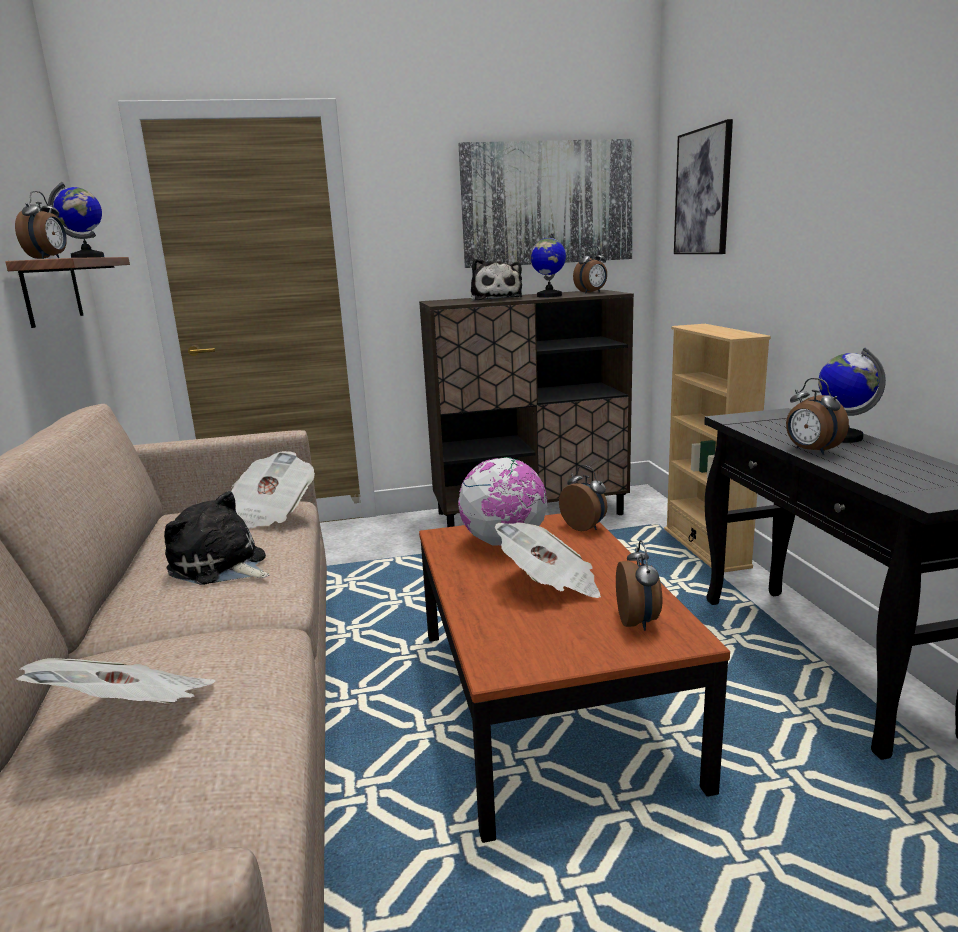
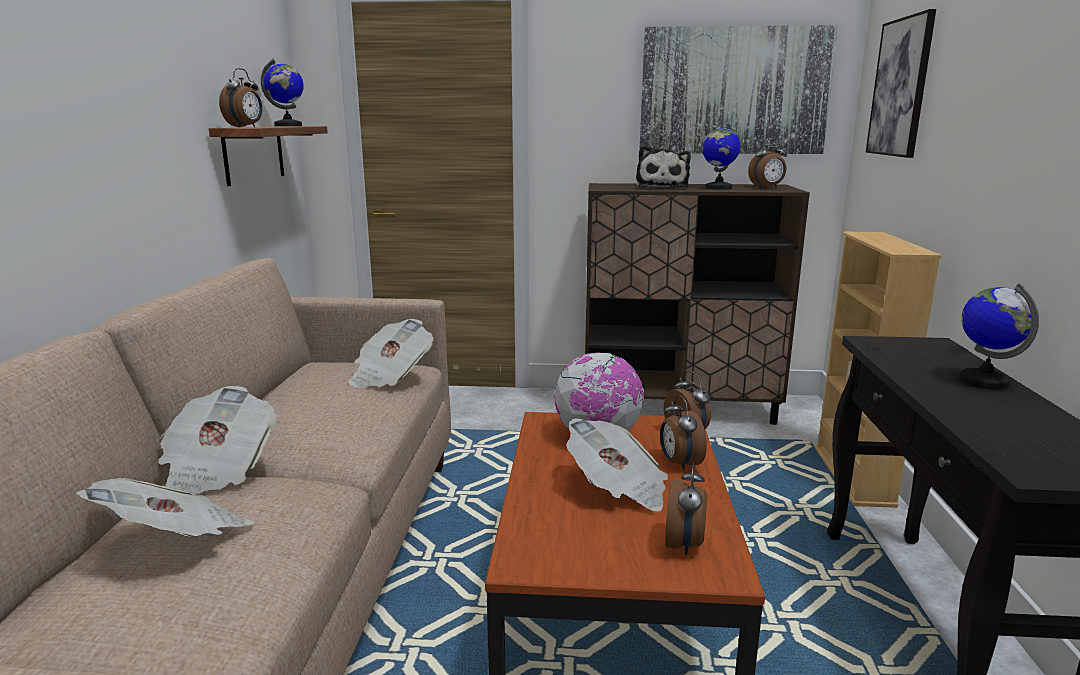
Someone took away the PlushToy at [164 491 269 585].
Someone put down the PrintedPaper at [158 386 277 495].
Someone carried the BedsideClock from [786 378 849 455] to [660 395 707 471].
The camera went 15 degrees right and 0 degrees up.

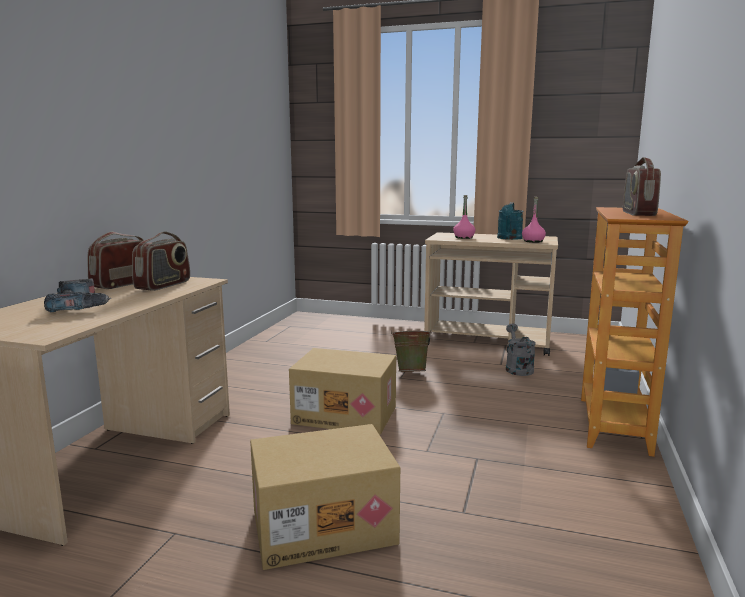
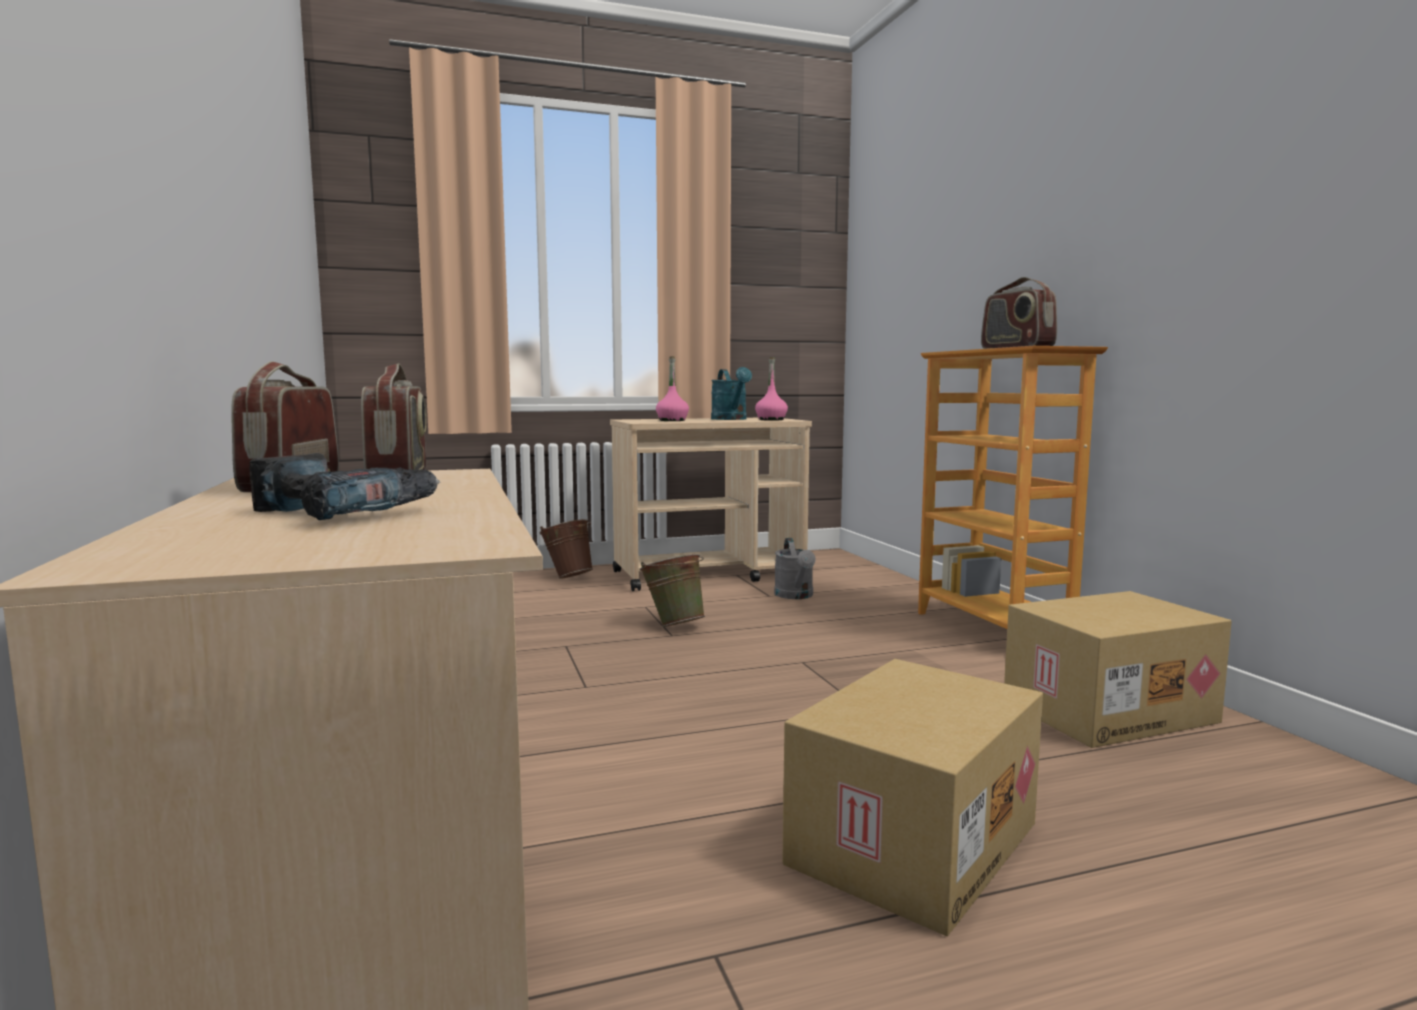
Someone put down the BrownPail at [539 519 593 579].
Someone carried the PackingBox from [289 348 396 435] to [1004 591 1232 748].
Someone rotated the GrayWateringPot at [506 324 536 376] by 150 degrees counterclockwise.
The camera went 35 degrees left and 5 degrees down.

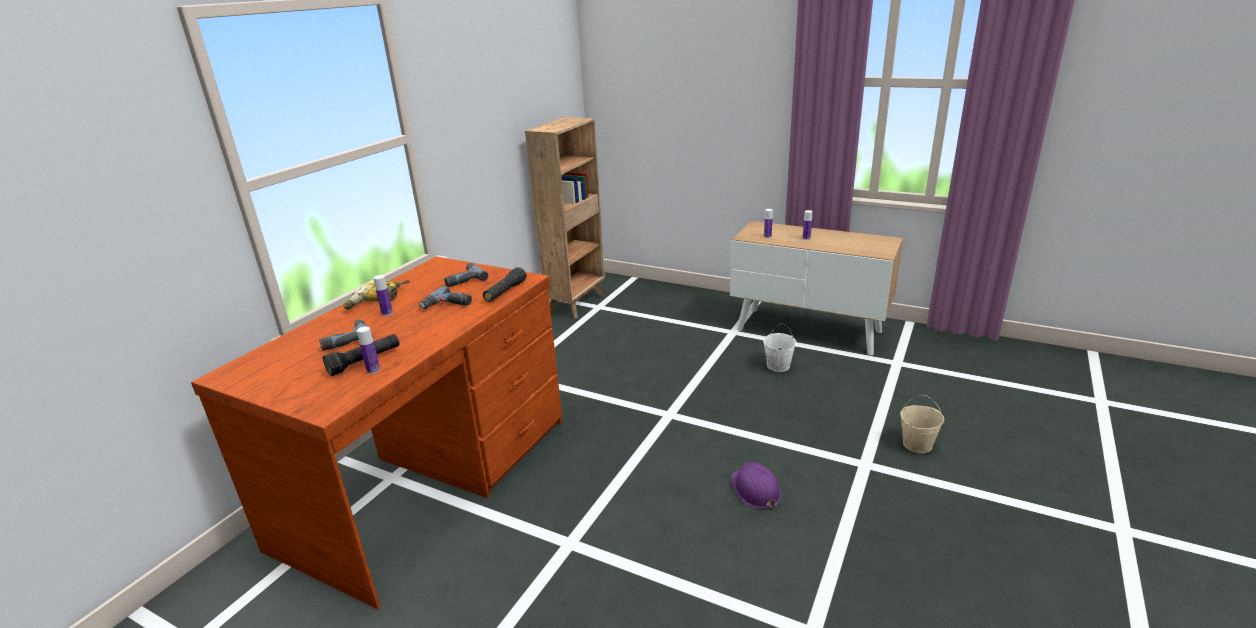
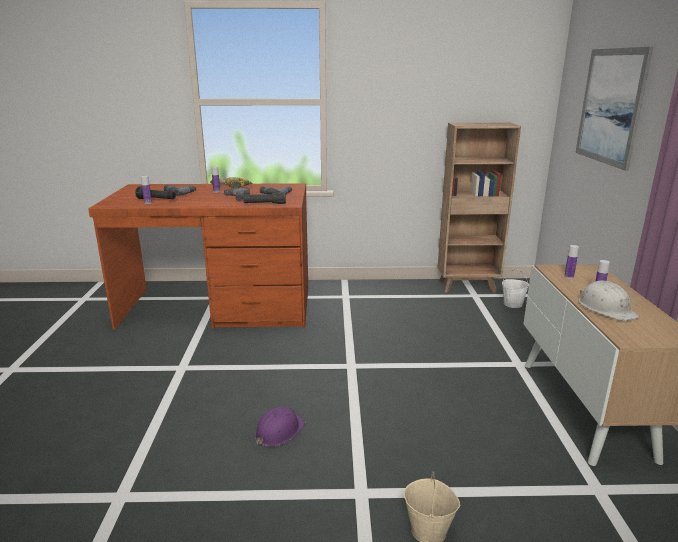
Someone put up the WallPicture at [575 47 653 171].
Someone put down the WhiteSafetyHelmet at [579 281 639 321].
Someone carried the WhitePail from [763 323 796 372] to [502 269 529 308].
The camera went 60 degrees right and 5 degrees down.

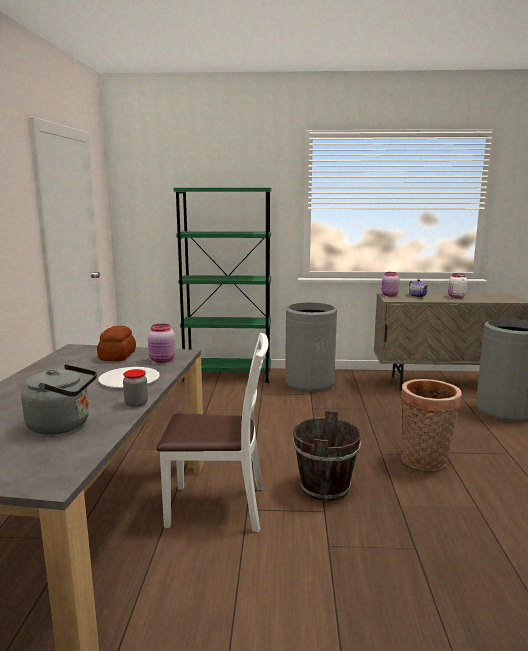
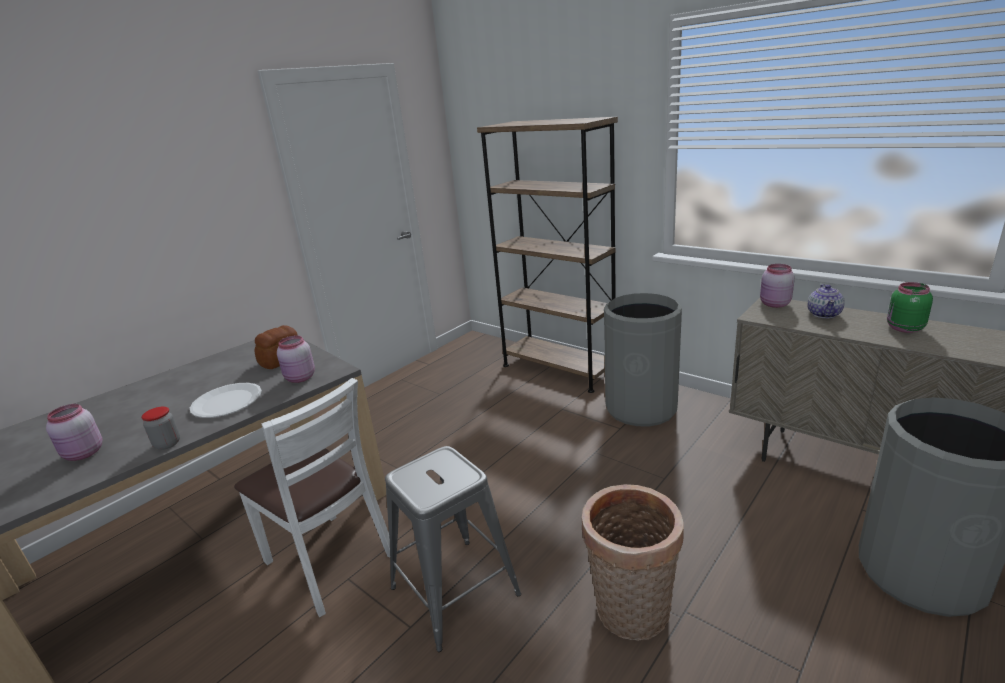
Someone swapped the GrayTeaKettle at [21 364 97 435] for the PinkJar at [46 404 102 461].
Someone swapped the BrownPail at [293 410 362 501] for the GraySittingStool at [385 446 521 652].
Someone repainted the GreenShelvingUnit at [174 188 272 383], which became the BrownShelvingUnit at [477 117 618 393].
Someone repainted the WhiteJar at [448 273 467 298], which became the GreenJar at [887 282 933 333].
The camera went 40 degrees right and 10 degrees up.

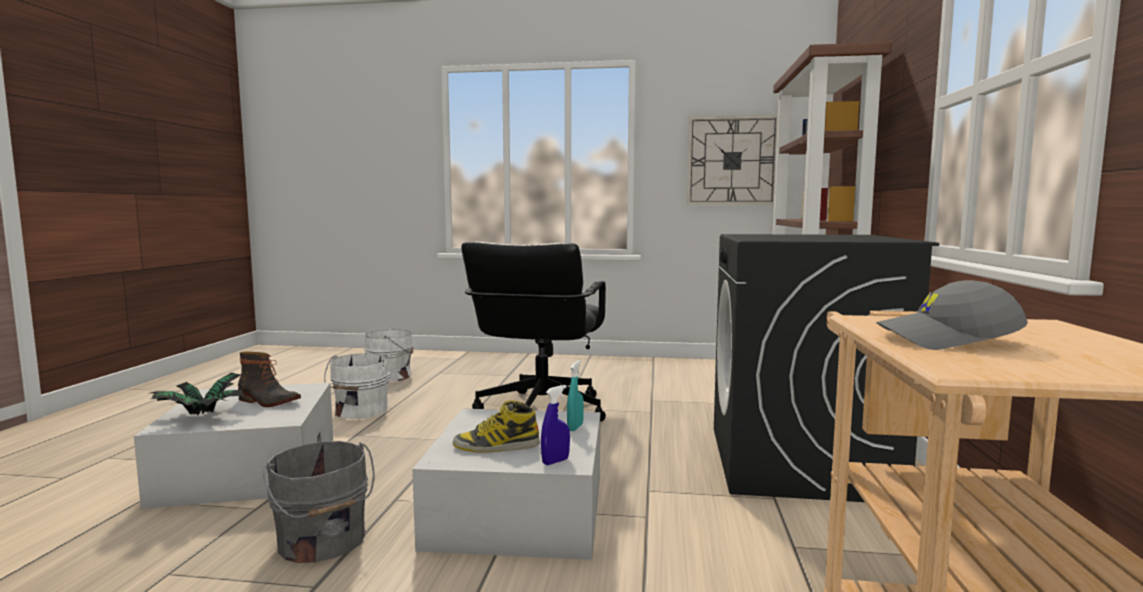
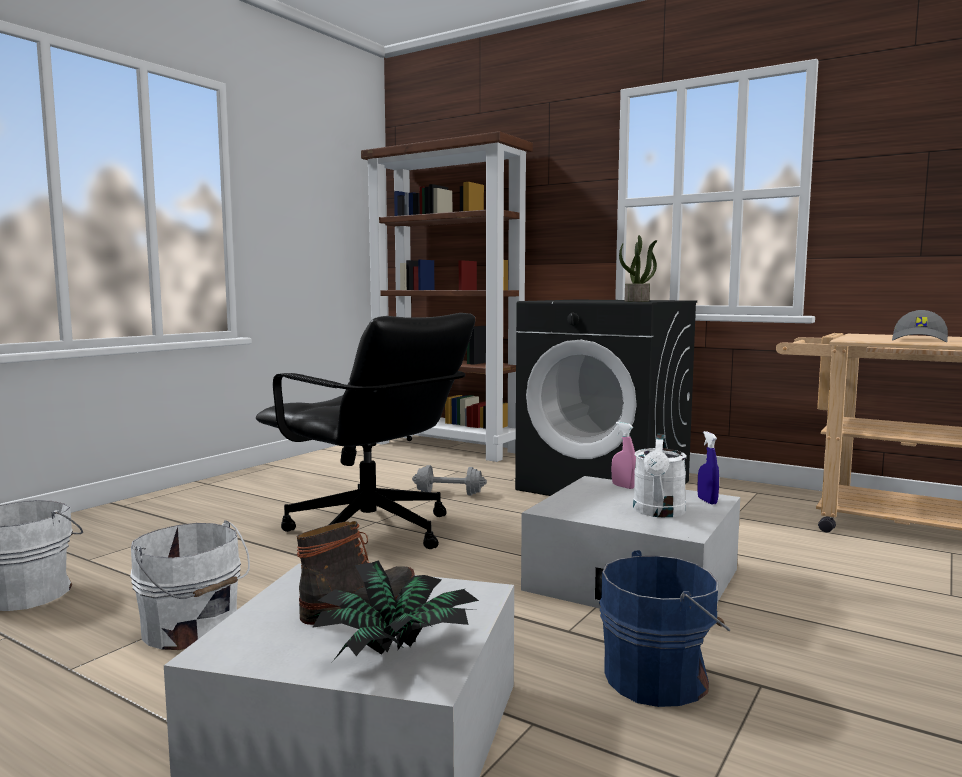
Someone took away the ClockOnTheWall at [687 115 778 205].
Someone put down the GrayHandWeight at [412 465 487 496].
Someone put down the Houseplant at [619 235 657 302].
Someone swapped the TallBoot at [453 400 540 453] for the WhiteWateringPot at [633 434 687 517].
Someone repainted the GrayPail at [263 441 375 563], which became the BluePail at [599 550 730 707].
Someone repainted the TurquoiseSprayer at [567 360 584 431], which became the PinkSprayer at [611 422 636 489].
The camera went 65 degrees left and 0 degrees up.

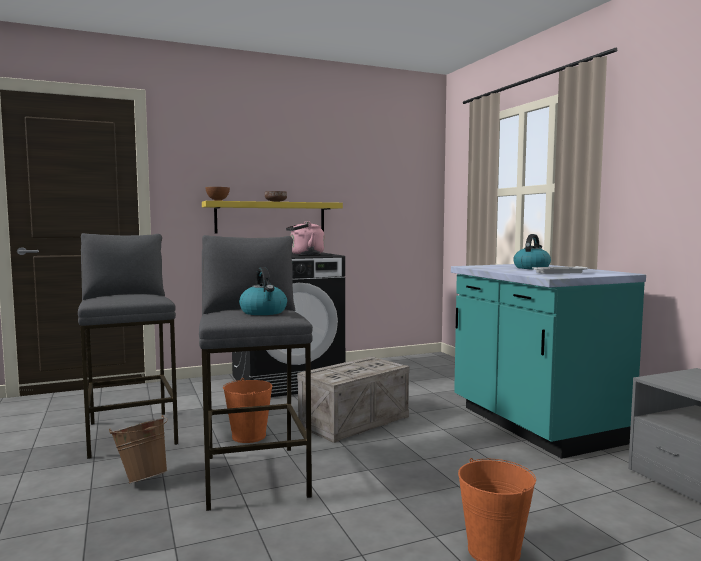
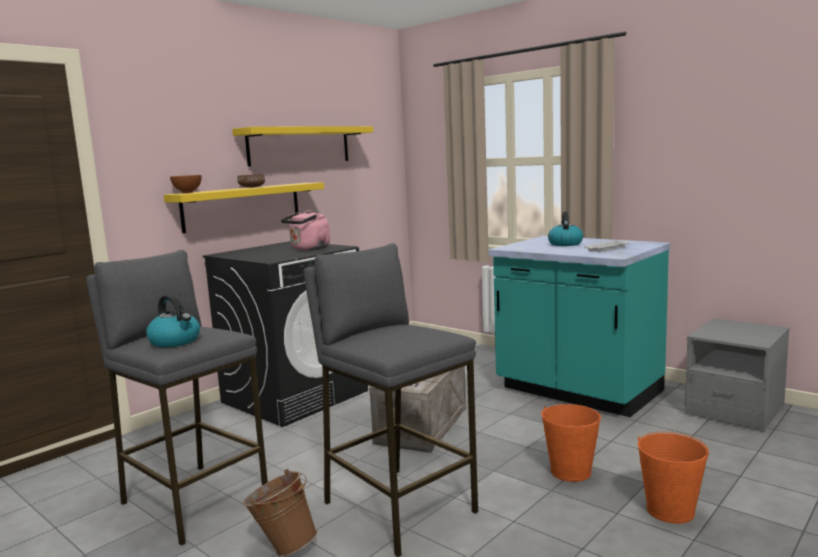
Someone put up the YellowColouredBracketShelf at [232 126 373 167].
Someone carried the OrangePail from [223 378 272 443] to [541 404 601 482].
Someone carried the TeaKettle from [239 267 287 315] to [146 294 200 347].
The camera went 25 degrees left and 5 degrees up.

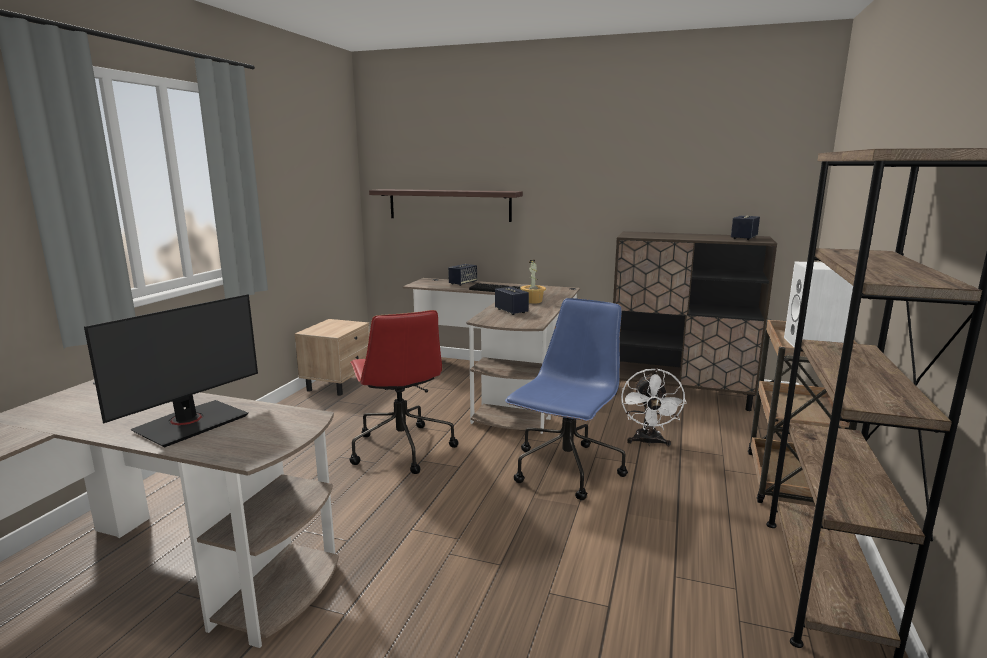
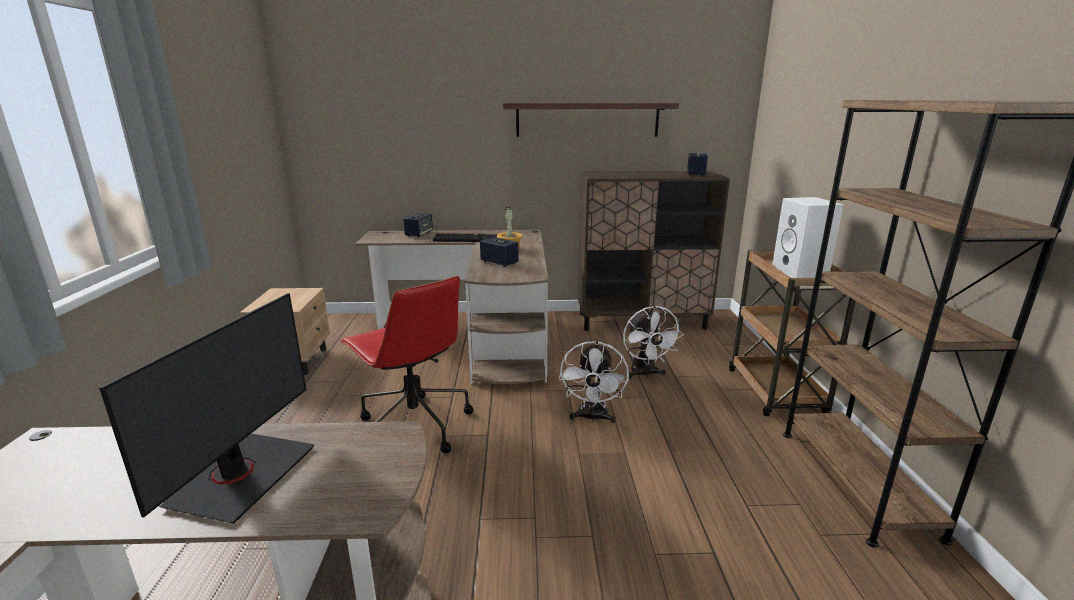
Someone carried the BracketShelf from [369 189 523 222] to [503 103 679 137].
Someone swapped the BlueOfficeChair at [505 298 628 500] for the WhiteFan at [559 341 629 423].
The camera went 20 degrees left and 5 degrees up.

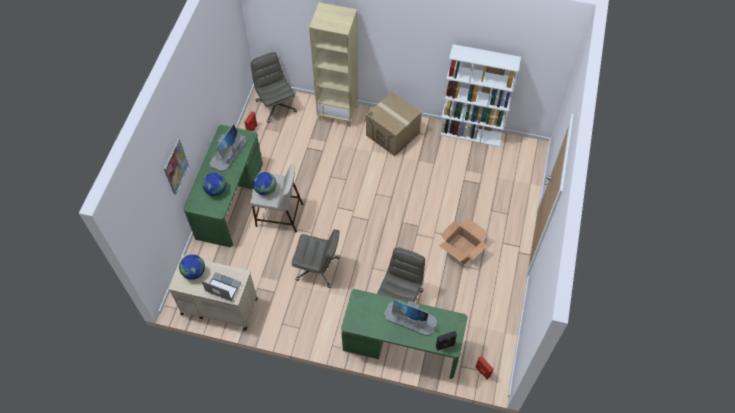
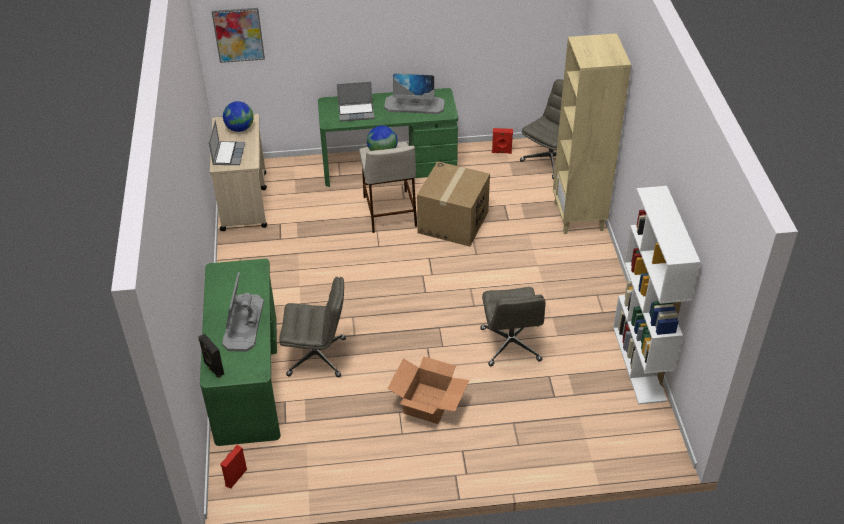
Someone carried the WallPicture from [164 138 189 195] to [212 8 265 63].
Someone carried the GrayOfficeChair from [292 229 340 288] to [480 287 546 366].
Someone carried the PackingBox from [366 92 422 156] to [417 161 490 247].
Someone swapped the Globe at [202 172 226 196] for the Laptop at [337 81 374 122].
The camera went 70 degrees right and 15 degrees down.

